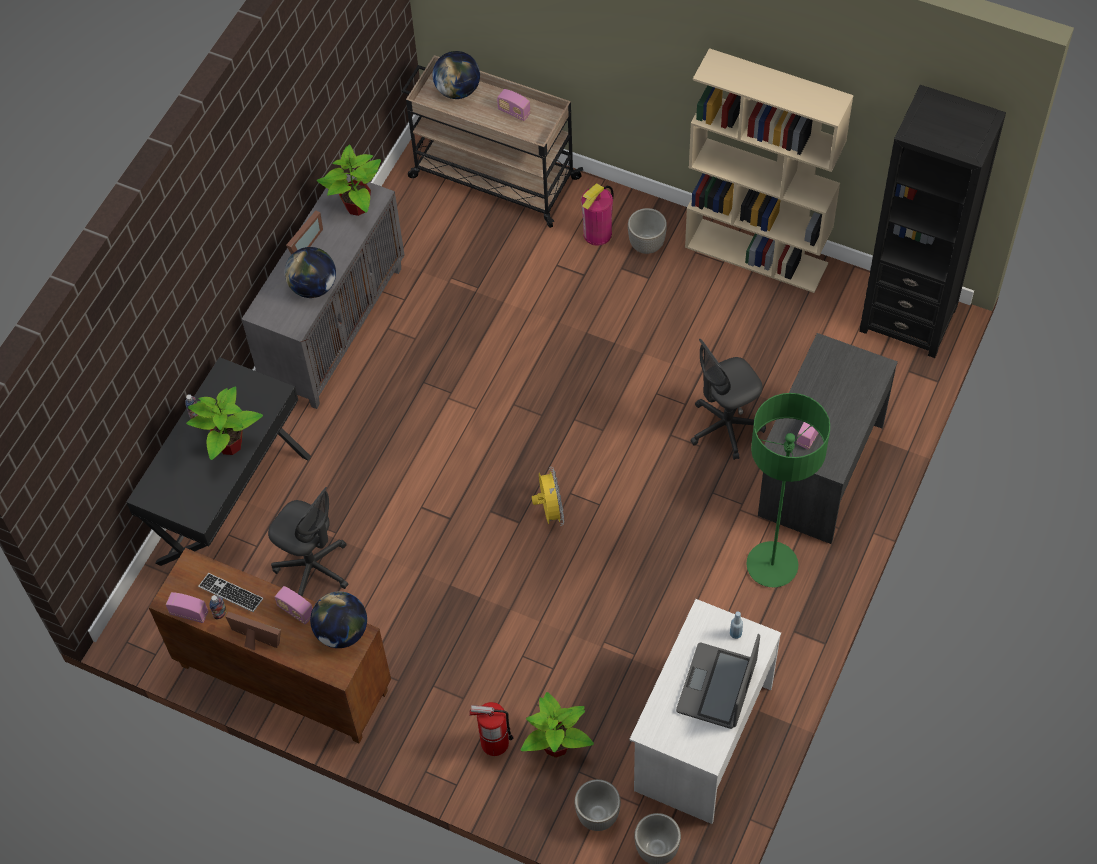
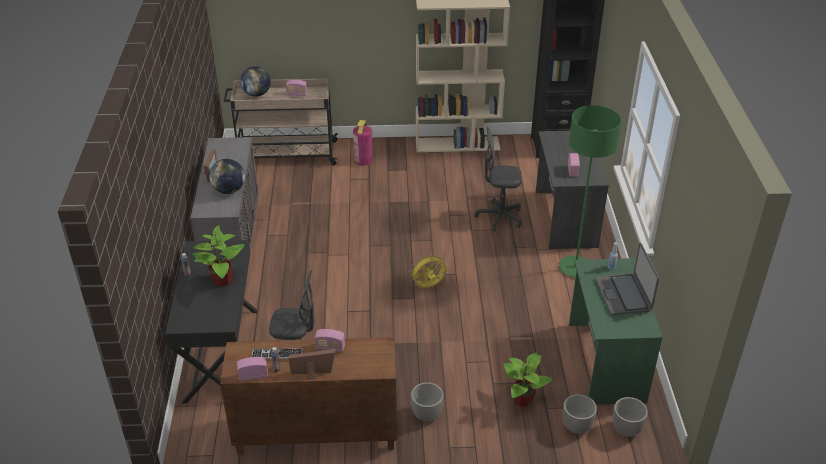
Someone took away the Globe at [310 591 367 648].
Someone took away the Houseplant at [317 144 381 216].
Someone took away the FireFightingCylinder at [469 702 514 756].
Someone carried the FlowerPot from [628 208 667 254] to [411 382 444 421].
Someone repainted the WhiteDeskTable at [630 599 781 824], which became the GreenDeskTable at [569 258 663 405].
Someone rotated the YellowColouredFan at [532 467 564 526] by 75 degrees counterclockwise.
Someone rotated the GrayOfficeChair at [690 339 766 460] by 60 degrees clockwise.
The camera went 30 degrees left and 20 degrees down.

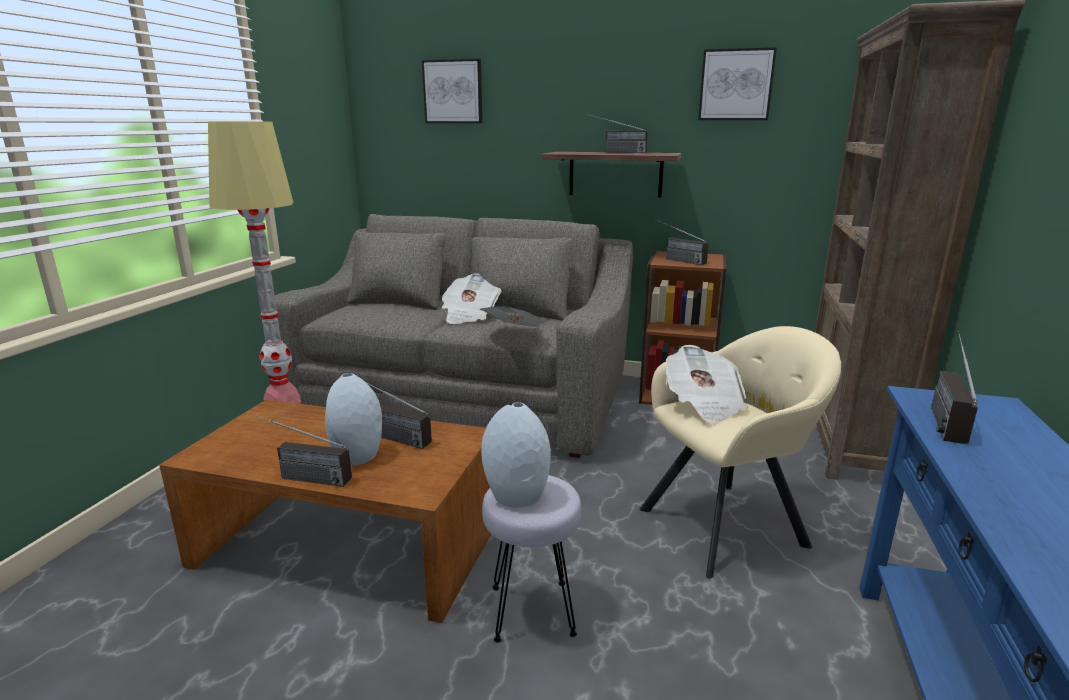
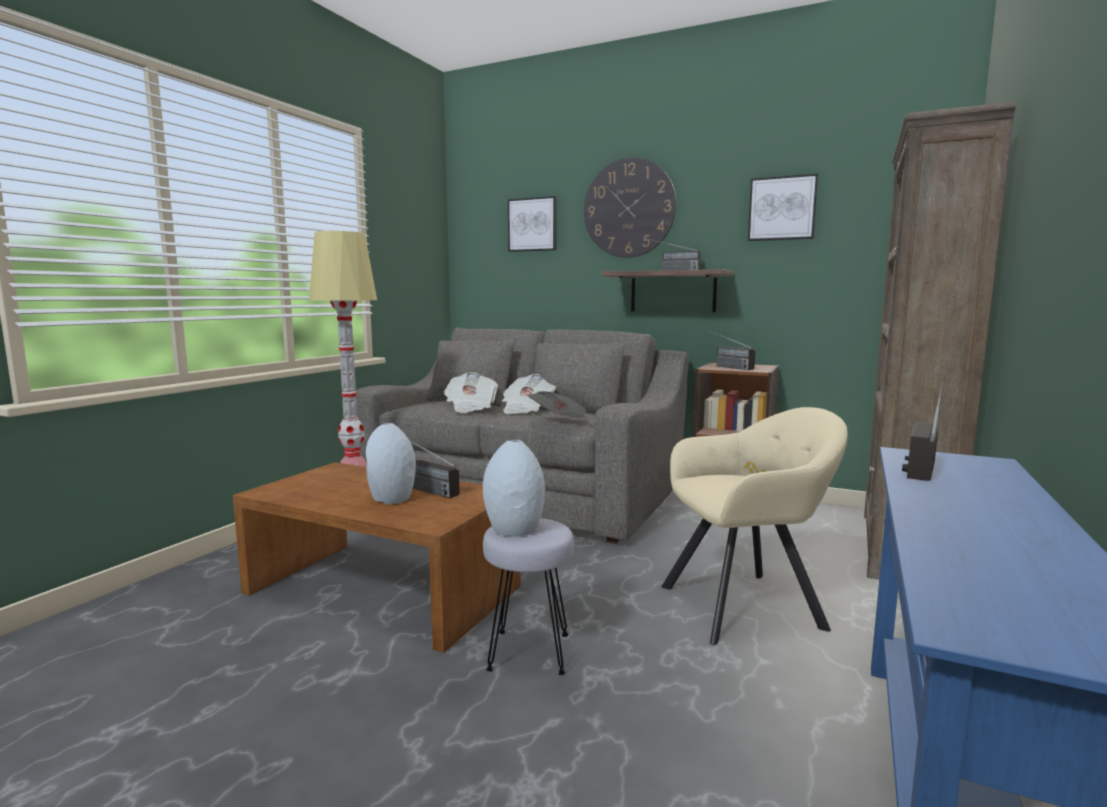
Someone took away the RadioSet at [249 413 352 487].
Someone put up the ClockOnTheWall at [584 158 676 258].
Someone carried the PrintedPaper from [666 345 748 423] to [444 372 498 413].
The camera went 10 degrees right and 10 degrees down.

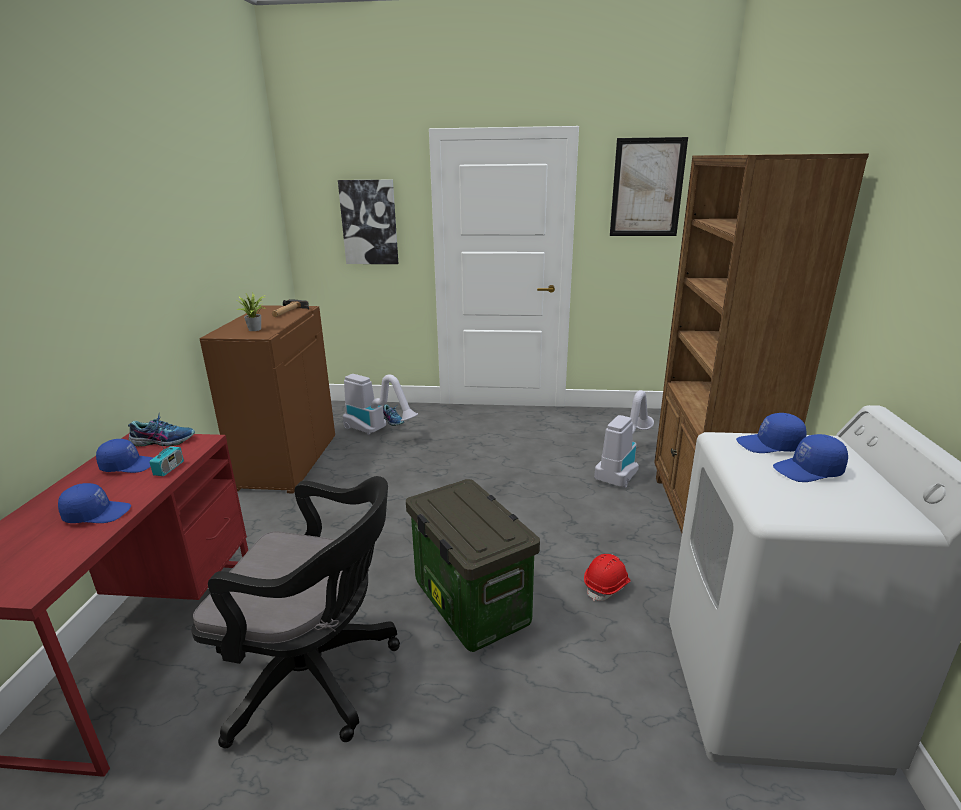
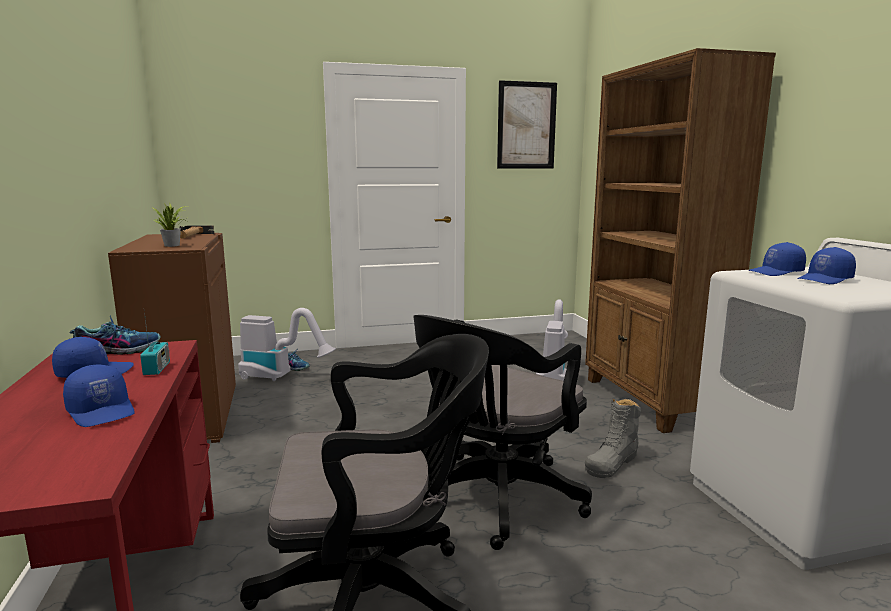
Someone took away the WallPicture at [338 180 398 264].
Someone swapped the StorageContainer at [406 479 540 652] for the BlackColouredOfficeChair at [413 315 592 550].
Someone swapped the RedColouredSafetyHelmet at [584 554 631 602] for the GrayTallBoot at [585 399 641 478].
Someone rotated the BlueBaseballCap at [58 483 131 523] by 75 degrees clockwise.
The camera went 20 degrees left and 10 degrees down.

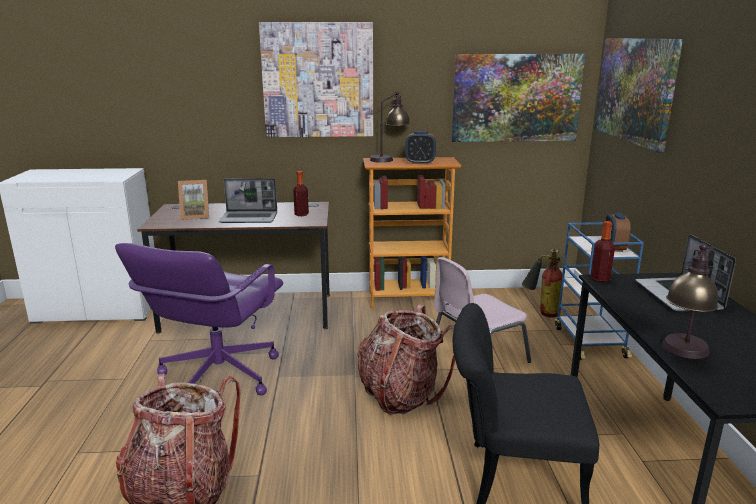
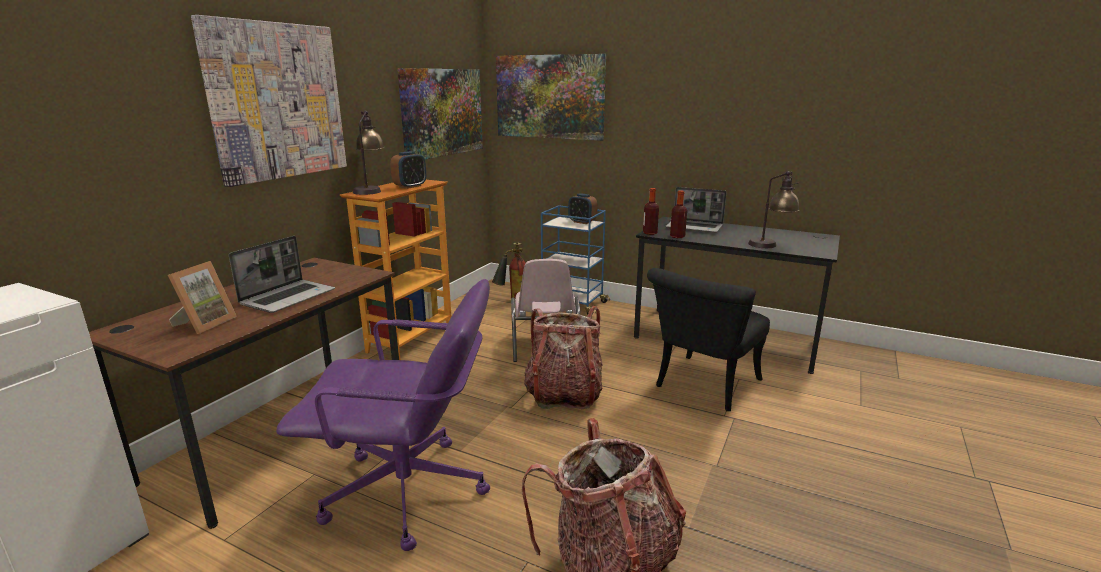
Someone carried the Bottle from [293 171 309 216] to [670 190 687 238].
Someone rotated the PurpleColouredOfficeChair at [115 243 283 396] by 45 degrees counterclockwise.
The camera went 60 degrees left and 0 degrees up.

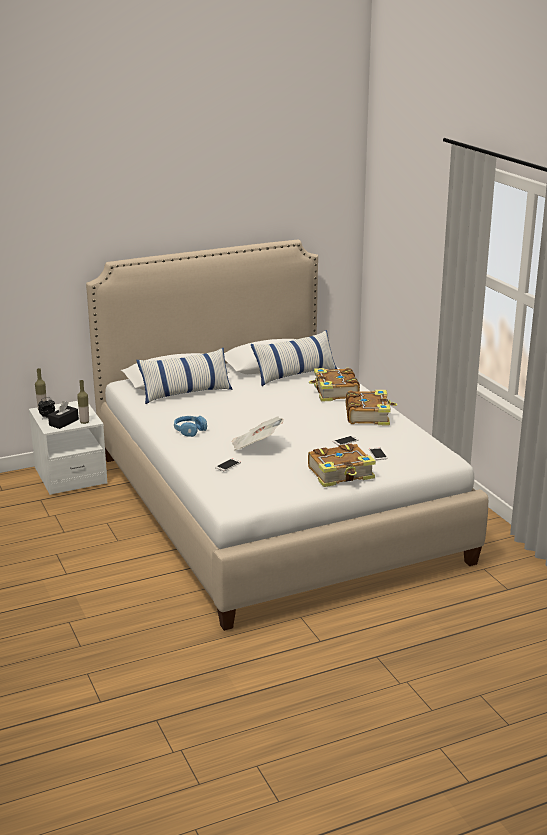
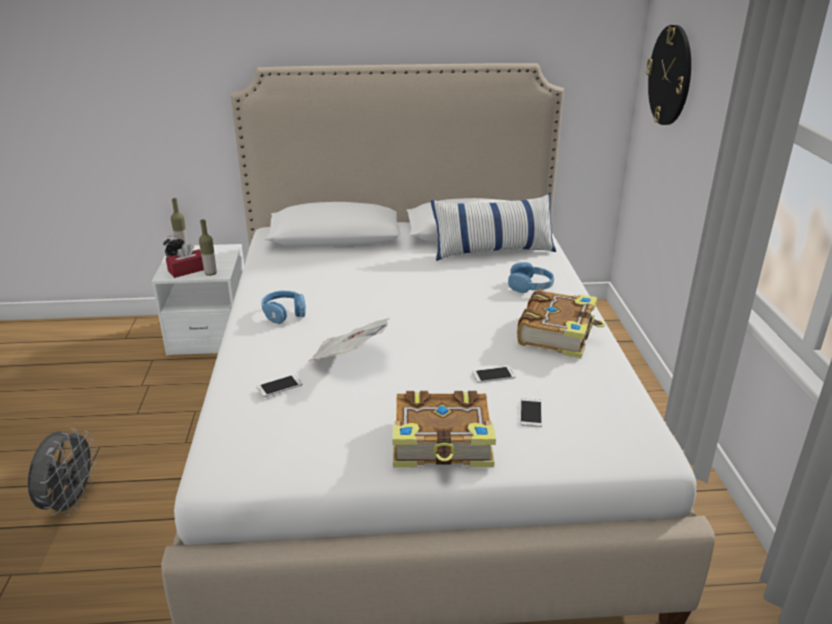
Someone took away the ThrowPillow at [137 348 232 404].
Someone put down the GrayFan at [28 428 97 516].
Someone put up the ClockOnTheWall at [646 25 691 125].
Someone swapped the BoundBook at [309 368 360 402] for the BlueHeadset at [508 262 554 293].
Someone repainted the BlackColouredTissueHolder at [48 401 79 429], which became the RedColouredTissueHolder at [166 243 204 278].
The camera went 20 degrees right and 5 degrees up.

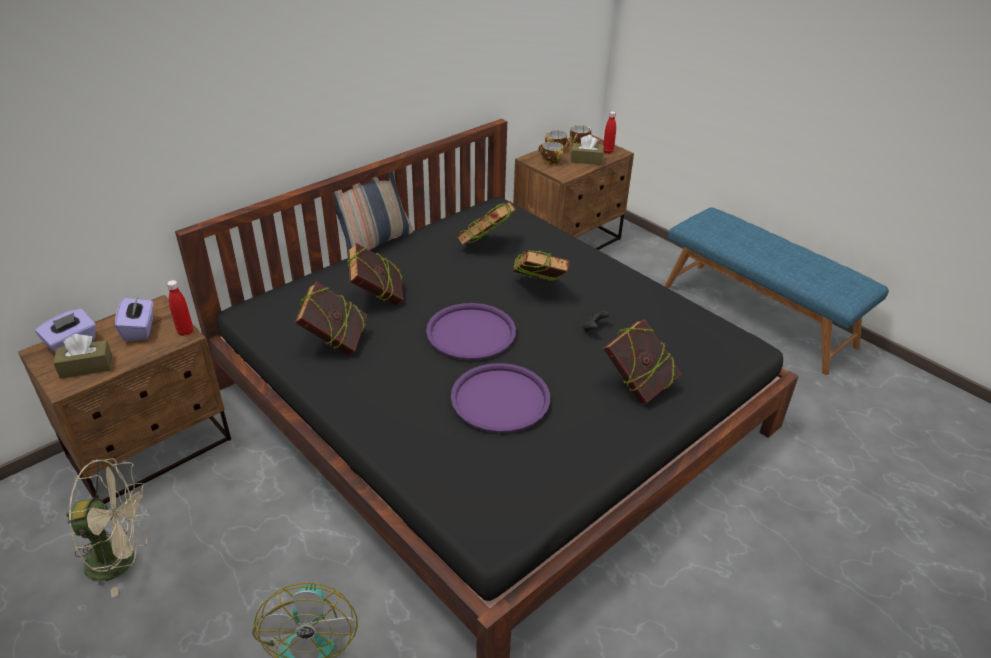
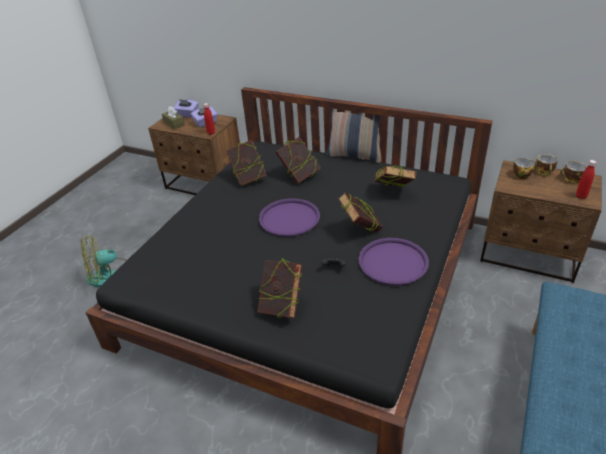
Someone took away the SandColouredFan at [66 458 152 597].
Someone took away the BrownTissueHolder at [571 135 604 165].
Someone carried the PurpleColouredCarryingTray from [451 363 550 433] to [359 238 429 285].
The camera went 70 degrees right and 0 degrees up.

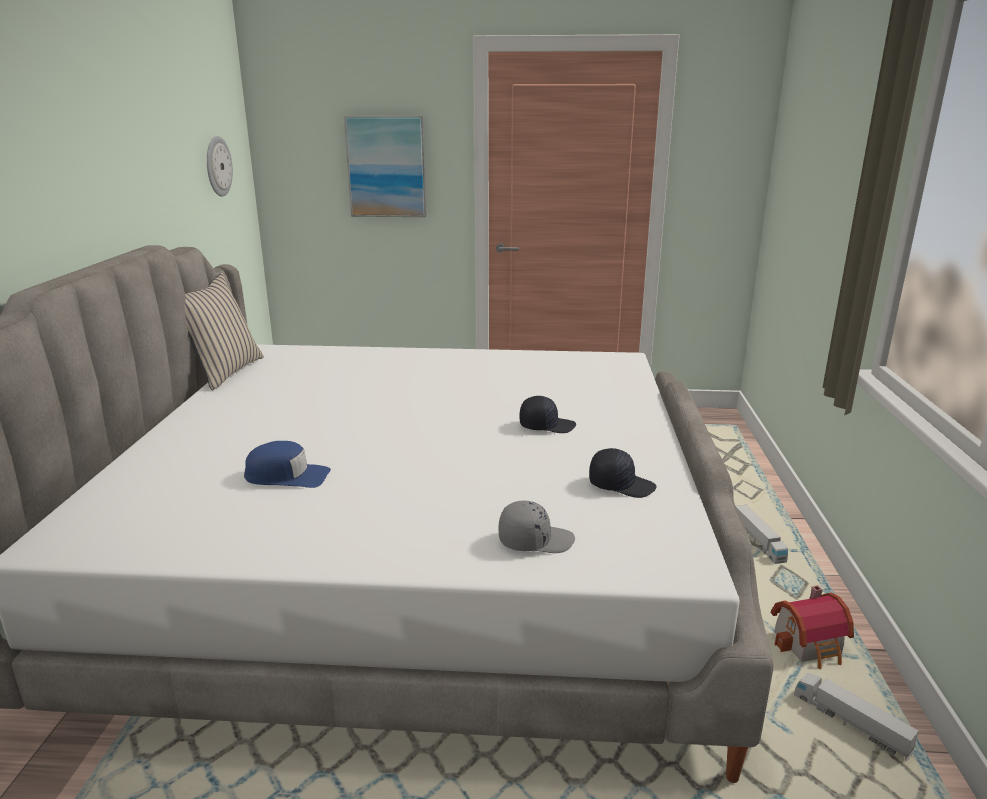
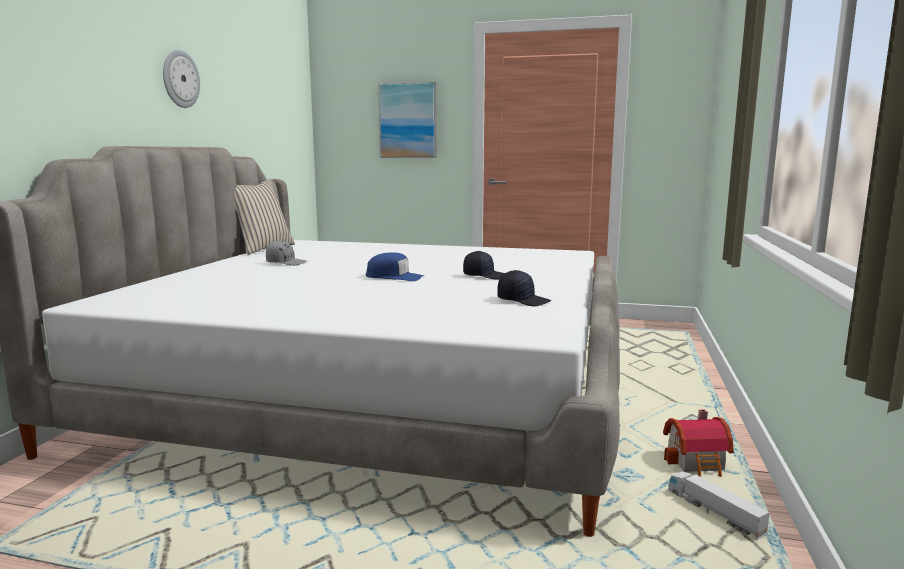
Someone took away the ModelTruck at [736 505 788 564].
Someone carried the ClockOnTheWall from [207 136 233 197] to [163 50 200 108].
Someone carried the BlueBaseballCap from [244 441 331 488] to [366 252 424 281].
Someone carried the GrayBaseballCap from [498 501 575 553] to [266 240 307 266].
The camera went 10 degrees right and 10 degrees down.

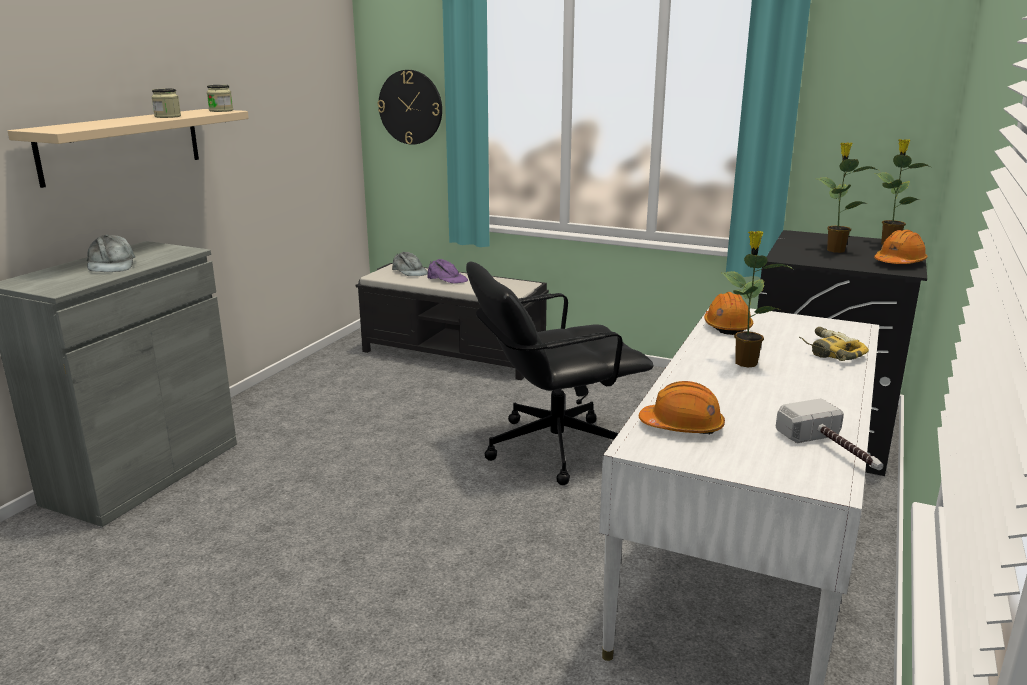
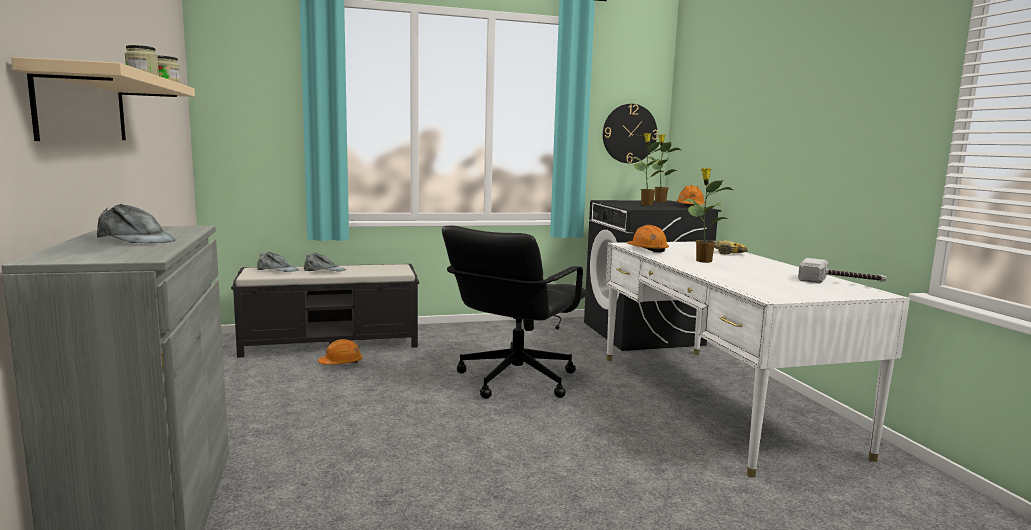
Someone carried the ClockOnTheWall from [378 70 442 145] to [603 104 658 163].
Someone carried the OrangeSafetyHelmet from [639 381 725 434] to [318 339 363 365].
Someone repainted the PurpleColouredBaseballCap at [427 259 468 283], which became the GrayBaseballCap at [304 252 346 272].
The camera went 40 degrees left and 10 degrees down.

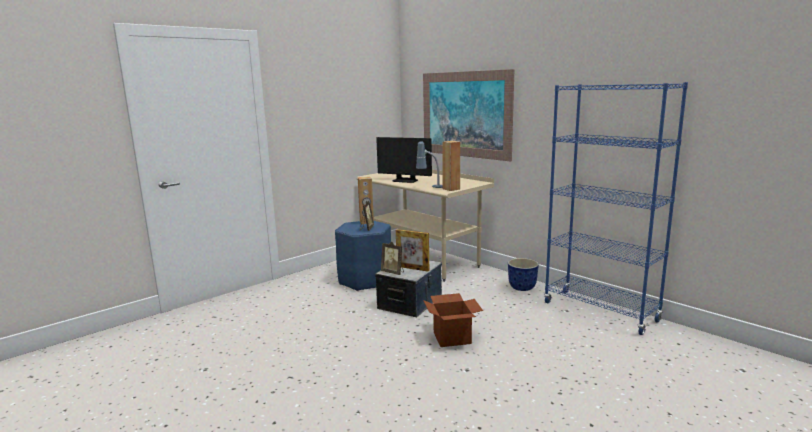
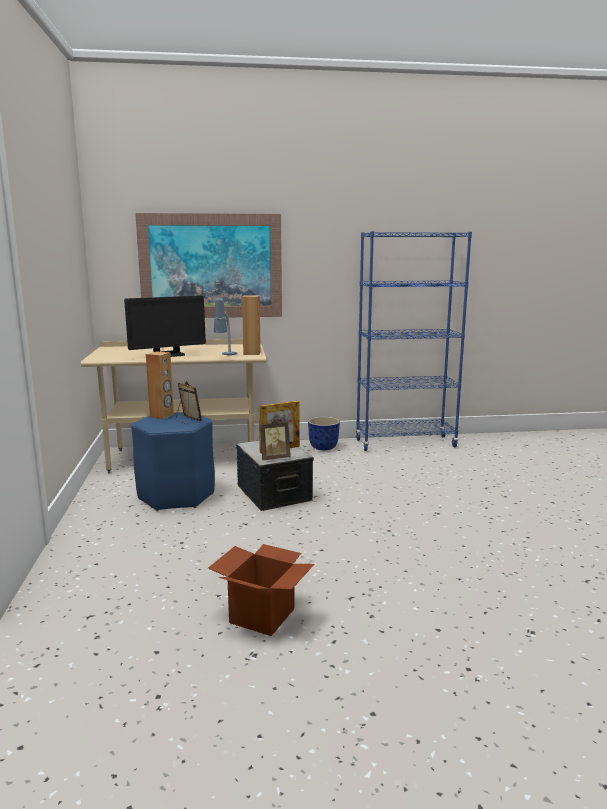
Someone carried the PackingBox from [423 293 483 347] to [208 544 314 636].
The camera went 55 degrees left and 0 degrees up.

